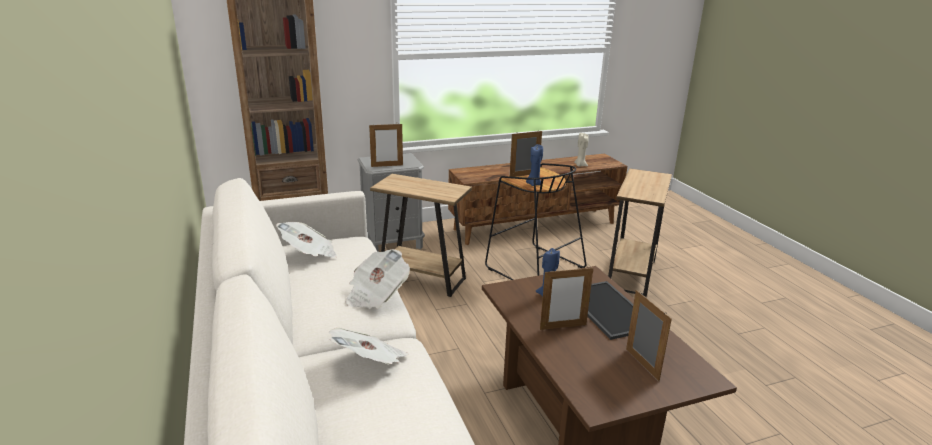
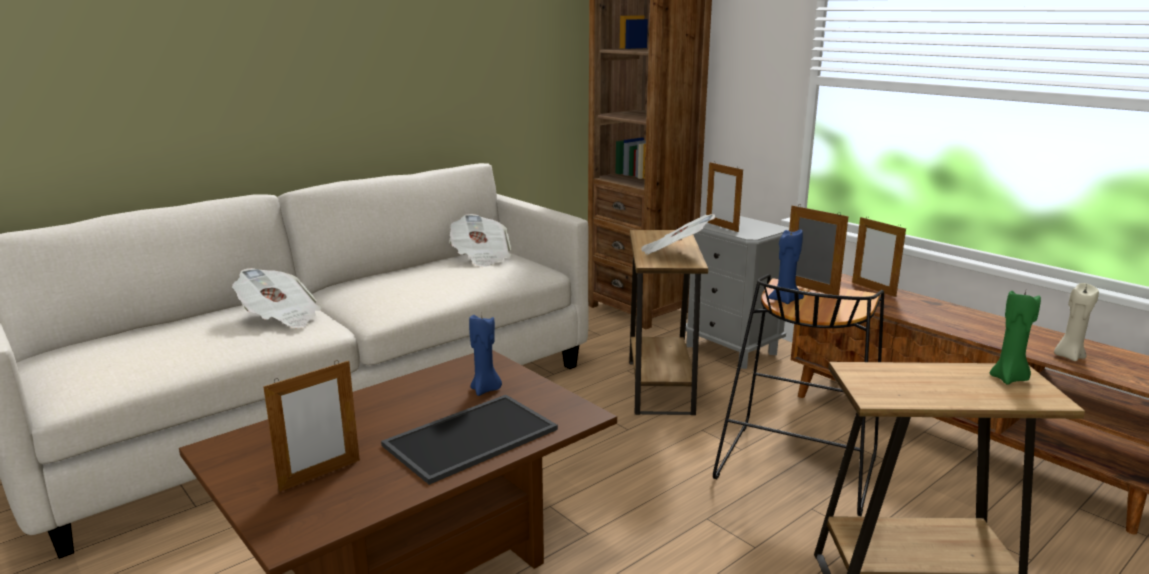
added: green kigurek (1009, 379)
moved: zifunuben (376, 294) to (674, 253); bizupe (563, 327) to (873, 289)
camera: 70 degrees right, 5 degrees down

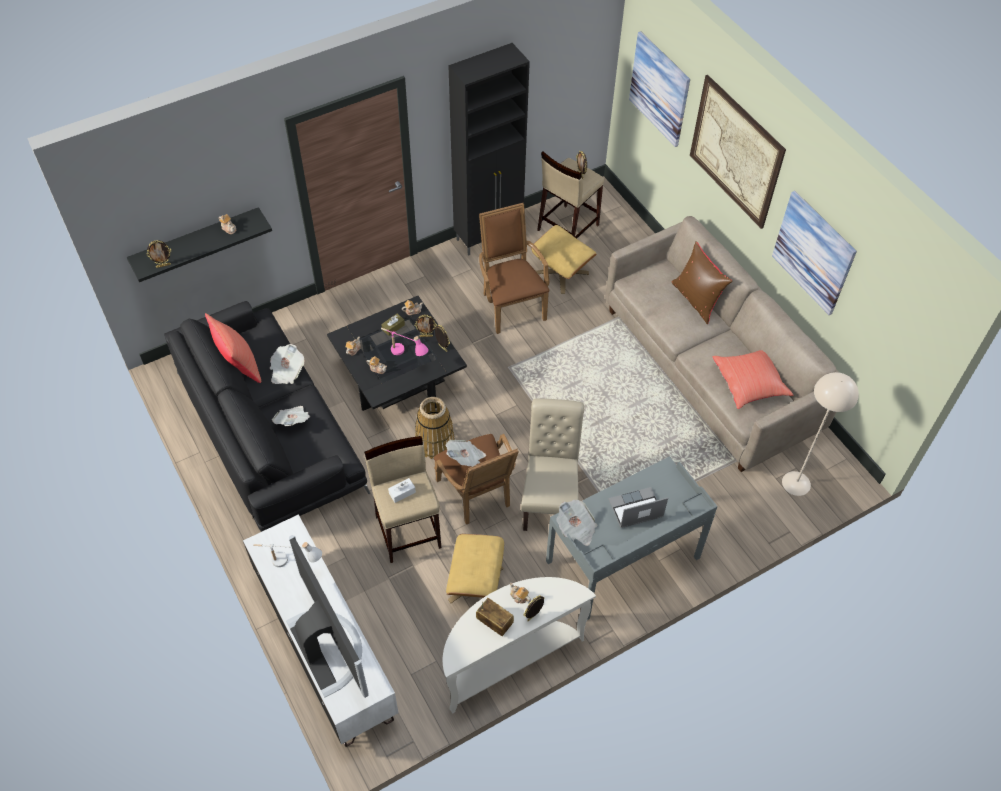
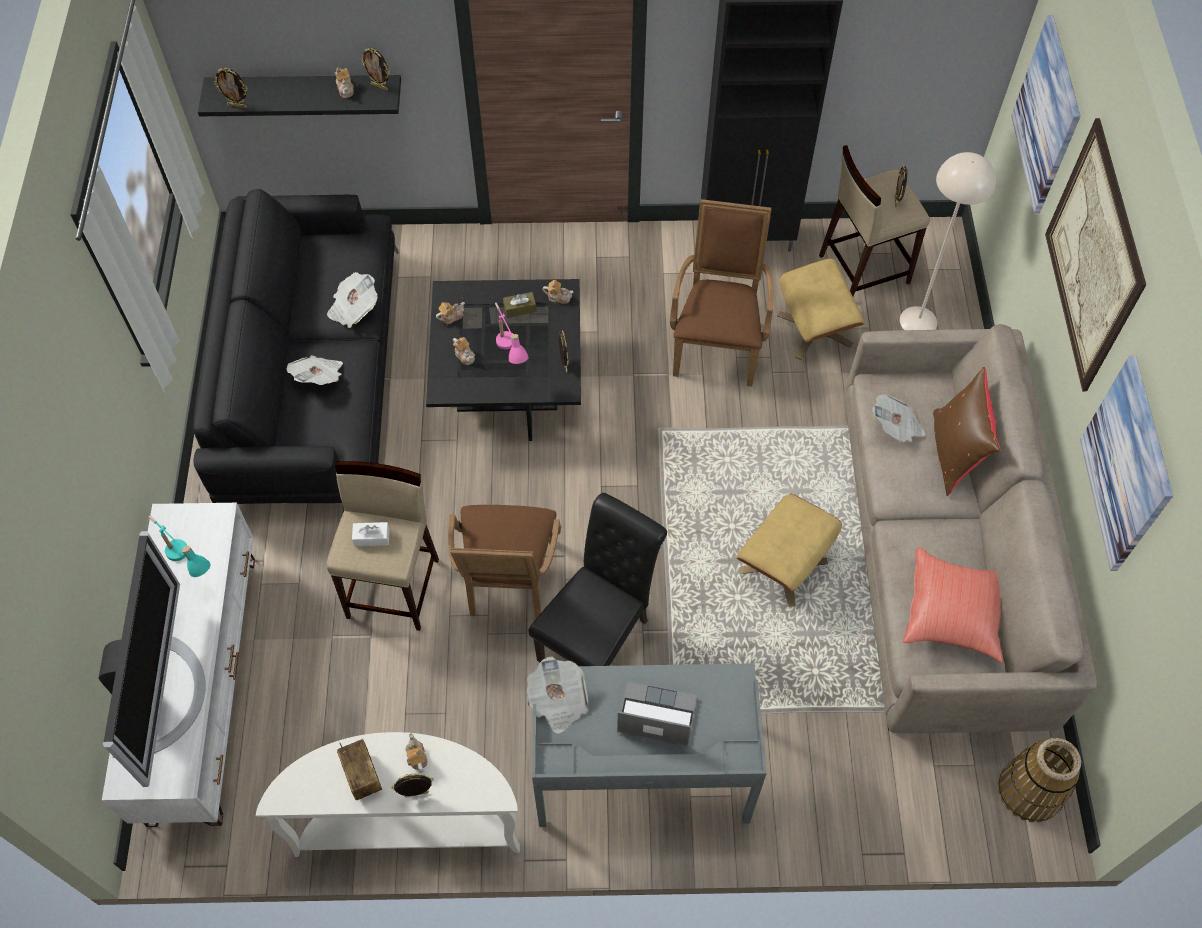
removed: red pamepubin (238, 364)
moved: bizupe (426, 336) to (380, 87); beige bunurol (796, 483) to (918, 321); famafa (434, 442) to (1029, 790); zifunuben (466, 458) to (896, 427); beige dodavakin (476, 584) to (783, 566)
recoloured: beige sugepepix (550, 499) to black sugepepix (598, 635); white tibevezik (291, 563) to turquoise tibevezik (187, 562)
camera: 30 degrees right, 5 degrees up

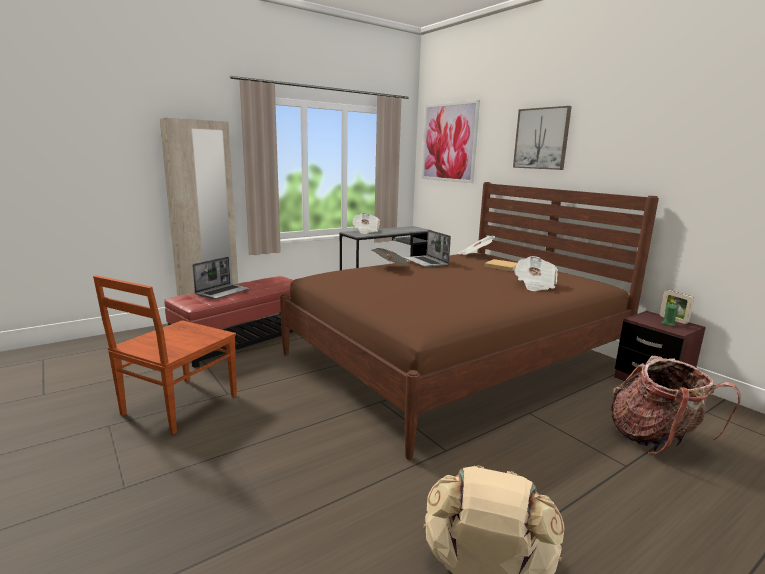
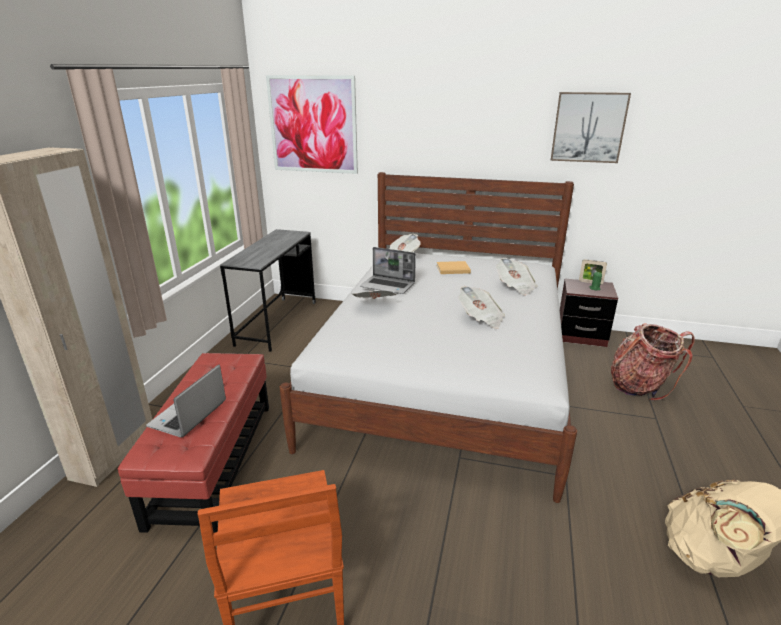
moved: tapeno (541, 138) to (588, 127); zifunuben (365, 231) to (481, 318)
recoloured: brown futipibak (453, 359) to white futipibak (445, 377)
turned: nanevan (223, 292) = (188, 415) 150 degrees counterclockwise
camera: 40 degrees left, 10 degrees up

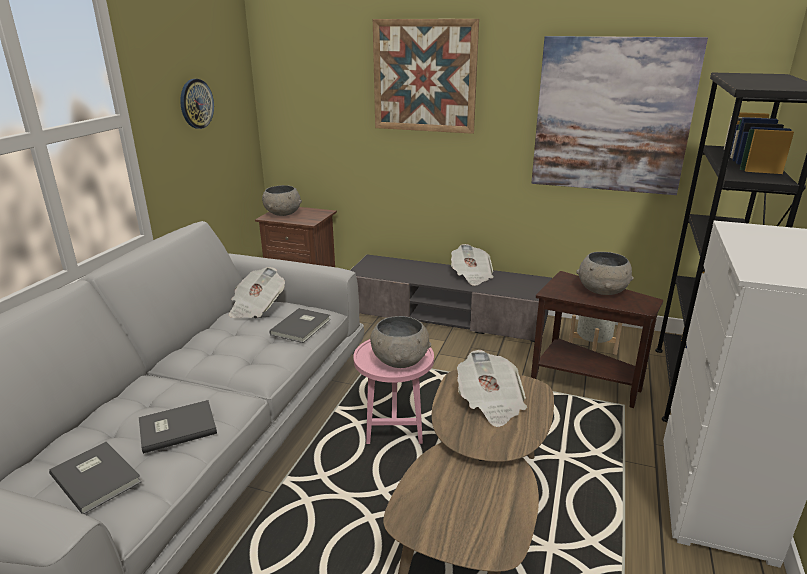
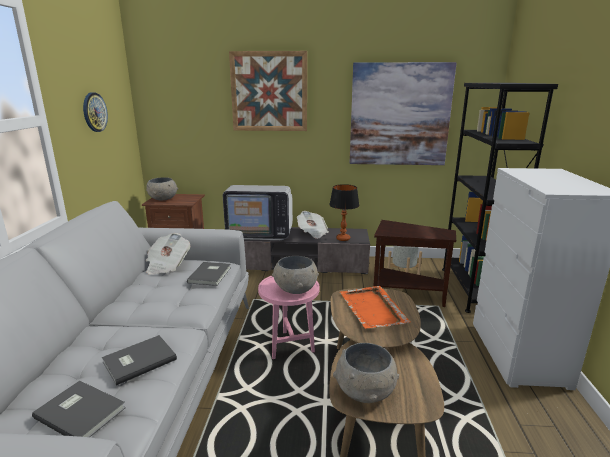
added: tibevezik (343, 239); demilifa (260, 233)
moved: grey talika (602, 290) to (365, 391)
replaced: zifunuben (490, 403) to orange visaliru (372, 309)
camera: 15 degrees left, 5 degrees down

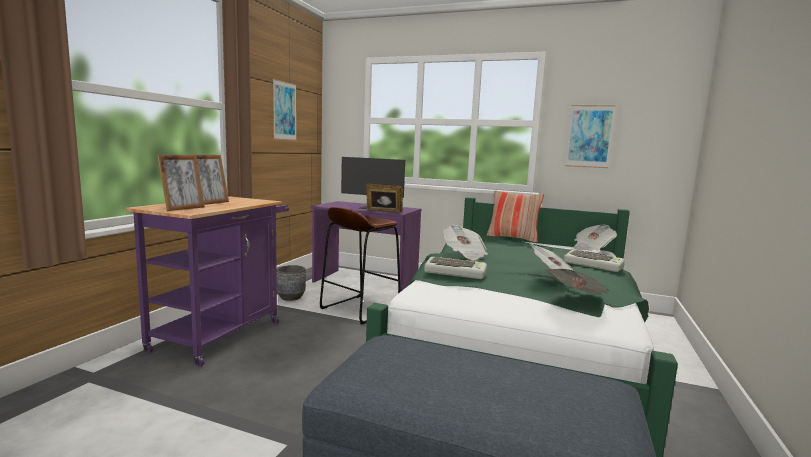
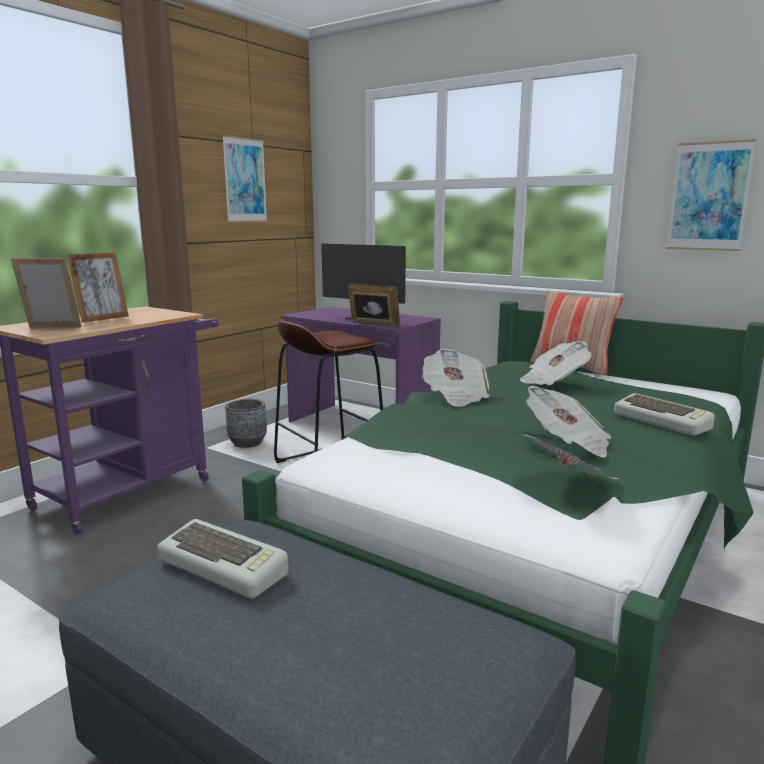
moved: zifunuben (591, 248) to (553, 381); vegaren (456, 273) to (225, 566)
turned: bizupe (183, 208) = (52, 328) 135 degrees counterclockwise
camera: 15 degrees right, 5 degrees up

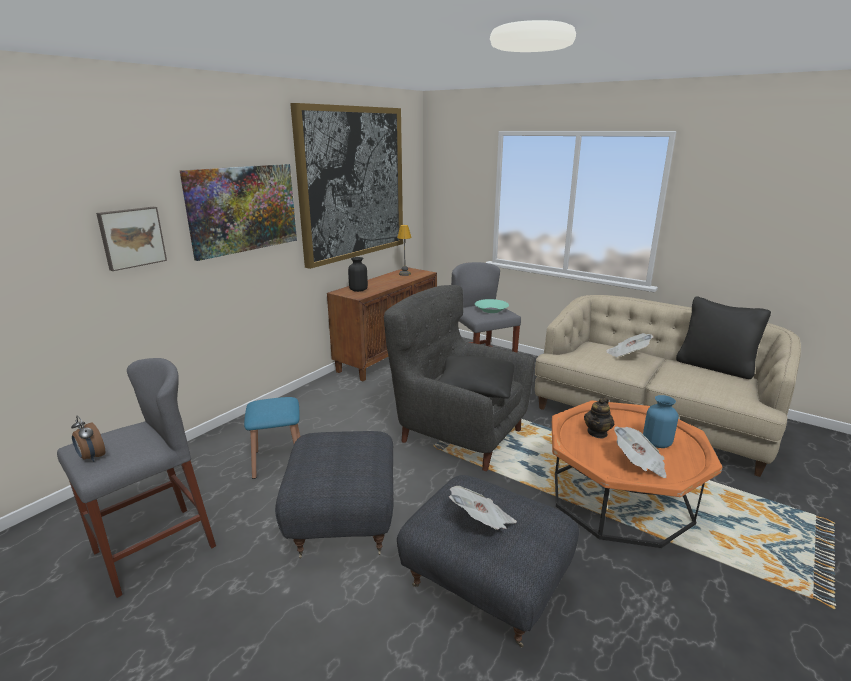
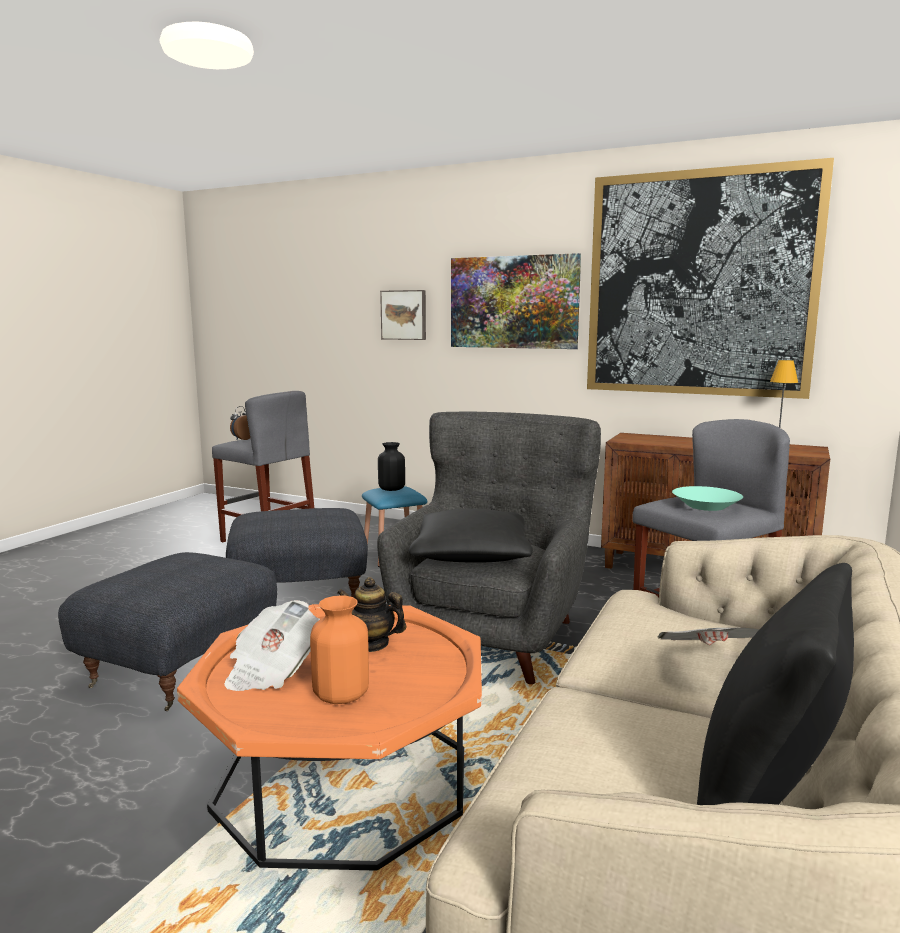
removed: zifunuben (482, 522)
moved: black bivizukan (358, 290) to (391, 489)
recoloured: blue bivizukan (657, 443) to orange bivizukan (341, 694)
camera: 80 degrees right, 10 degrees down

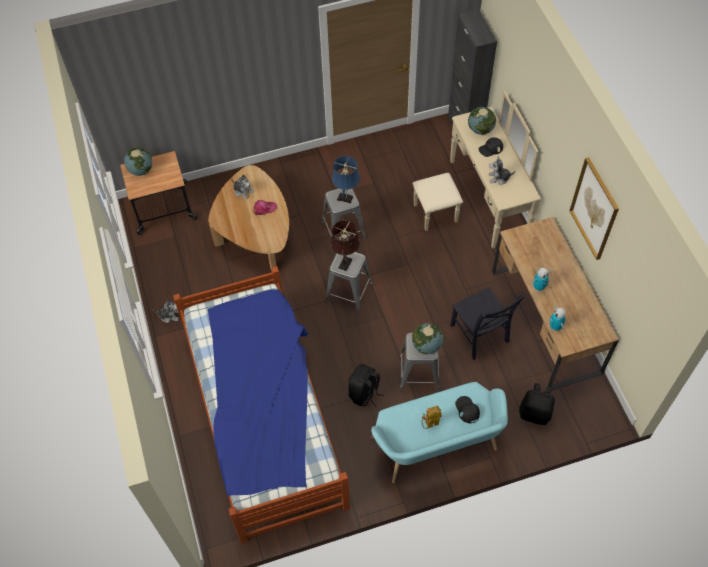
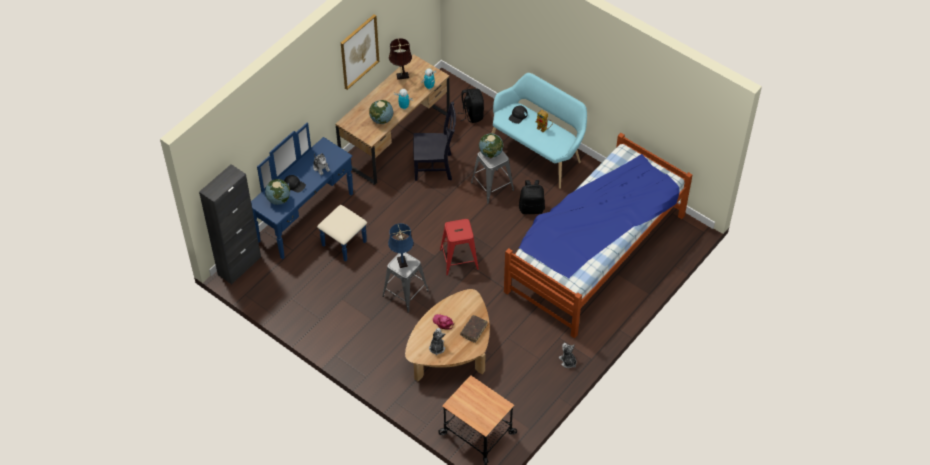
added: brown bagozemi (474, 330)
moved: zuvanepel (141, 170) to (381, 120); brown tibevezik (346, 262) to (401, 76)
recoloured: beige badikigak (476, 202) to blue badikigak (314, 223); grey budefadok (349, 293) to red budefadok (459, 259)
turned: black sugepepix (480, 336) = (435, 167) 60 degrees clockwise
camera: 125 degrees left, 5 degrees down

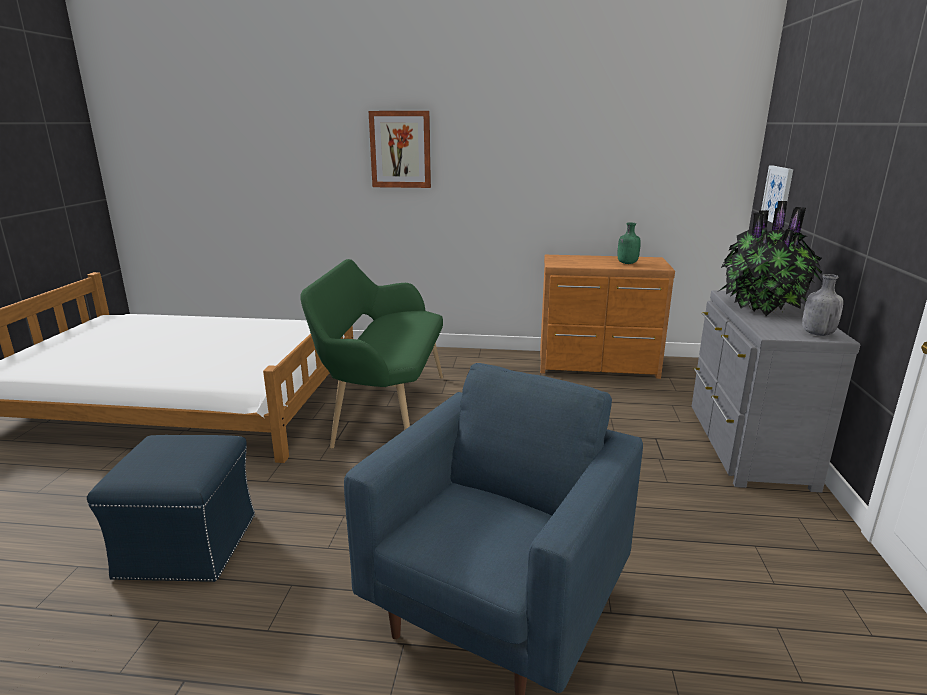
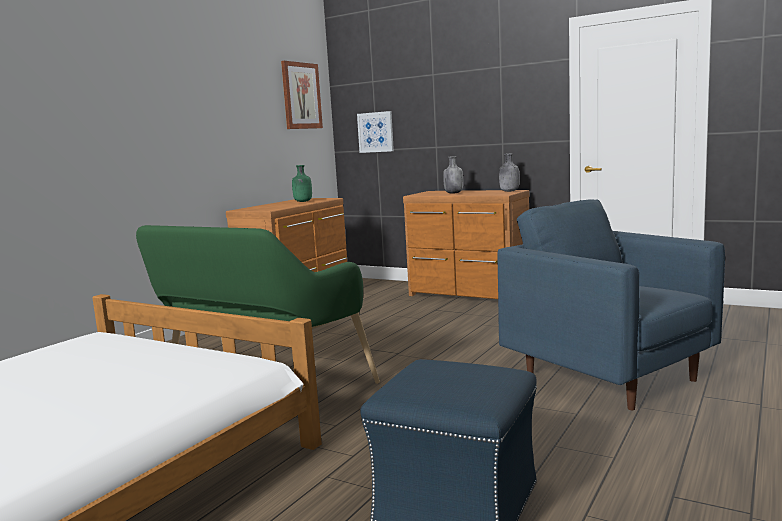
moved: tapeno (400, 149) to (301, 96)
replaced: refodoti (763, 308) to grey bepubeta (453, 193)
recoloured: grey badikigak (745, 446) to brown badikigak (468, 294)
camera: 65 degrees left, 10 degrees down

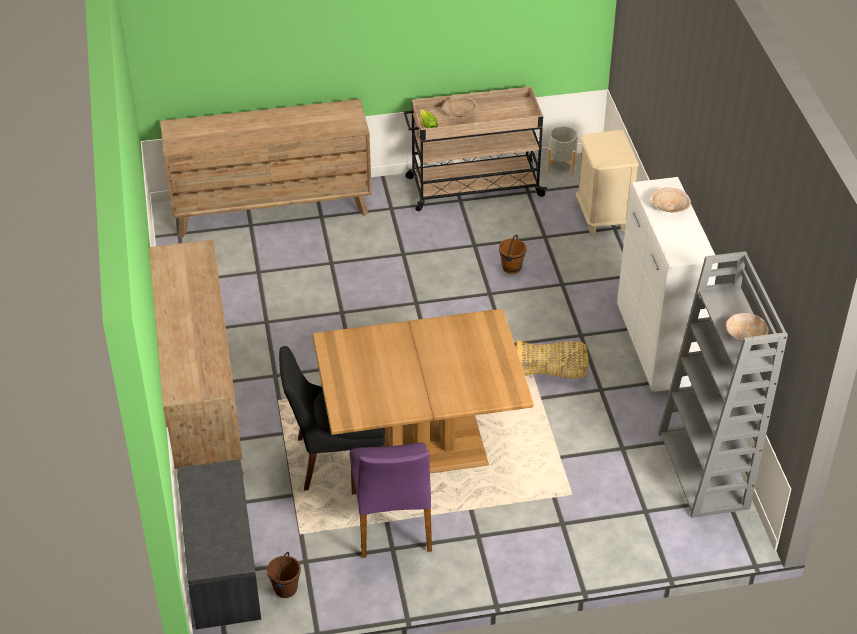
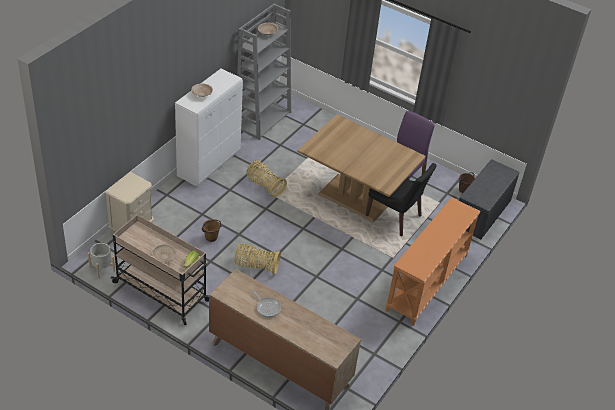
added: famafa (256, 265); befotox (267, 307)
replaced: brown badikigak (201, 401) to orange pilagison (428, 283)
camera: 140 degrees left, 0 degrees up

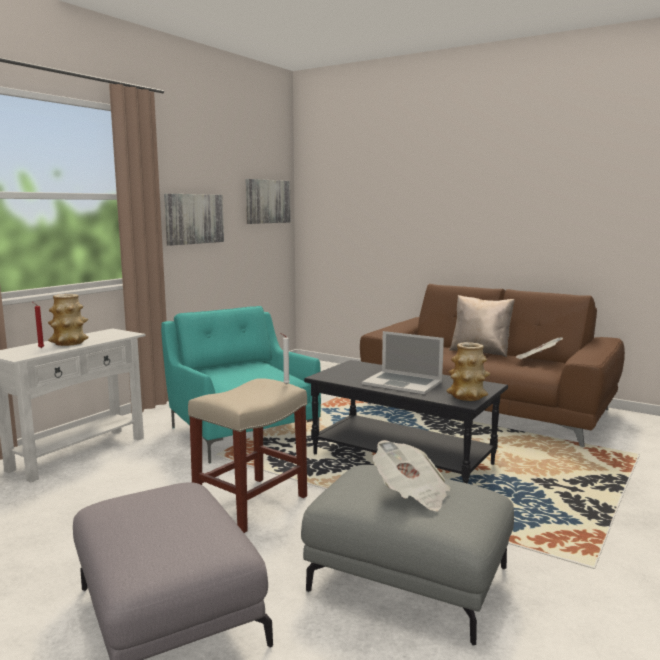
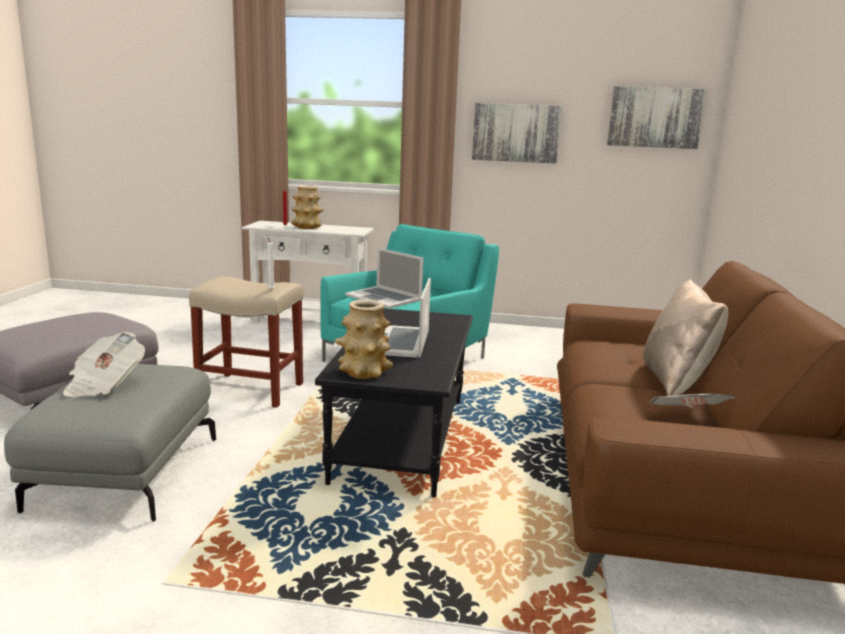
added: nanevan (384, 297)
camera: 65 degrees right, 5 degrees up

